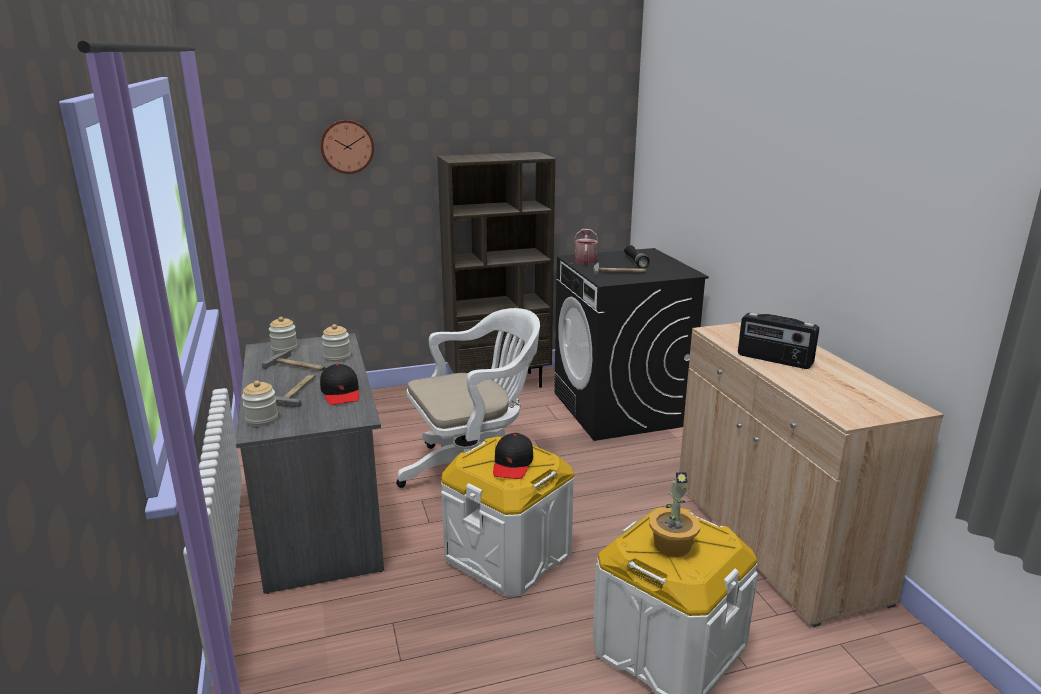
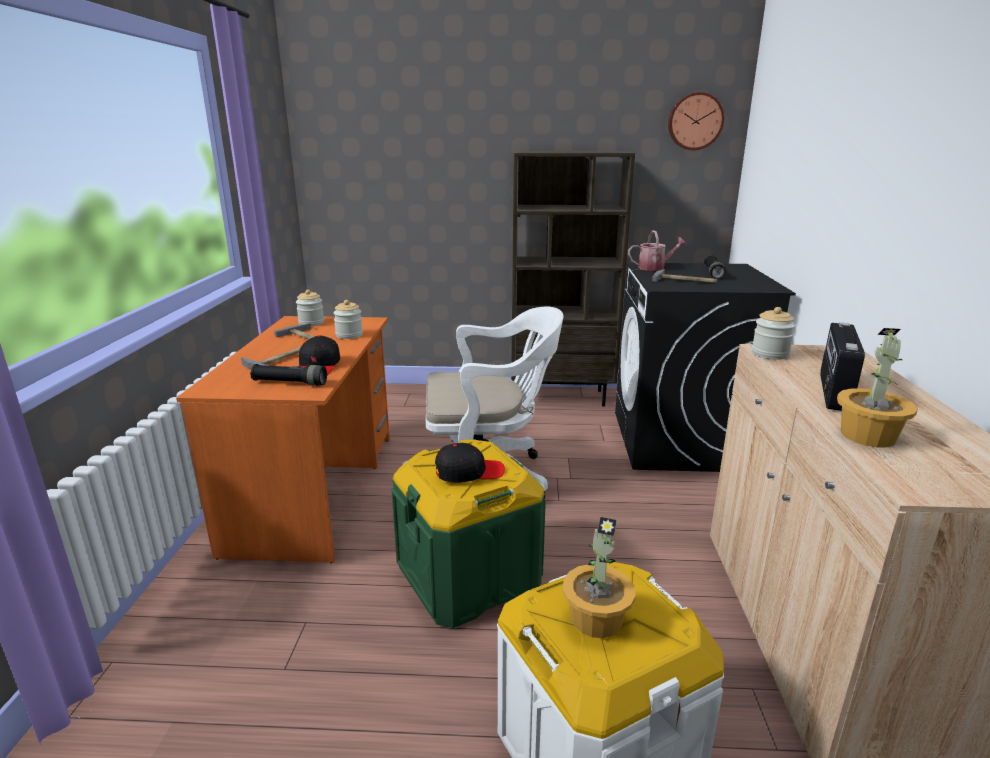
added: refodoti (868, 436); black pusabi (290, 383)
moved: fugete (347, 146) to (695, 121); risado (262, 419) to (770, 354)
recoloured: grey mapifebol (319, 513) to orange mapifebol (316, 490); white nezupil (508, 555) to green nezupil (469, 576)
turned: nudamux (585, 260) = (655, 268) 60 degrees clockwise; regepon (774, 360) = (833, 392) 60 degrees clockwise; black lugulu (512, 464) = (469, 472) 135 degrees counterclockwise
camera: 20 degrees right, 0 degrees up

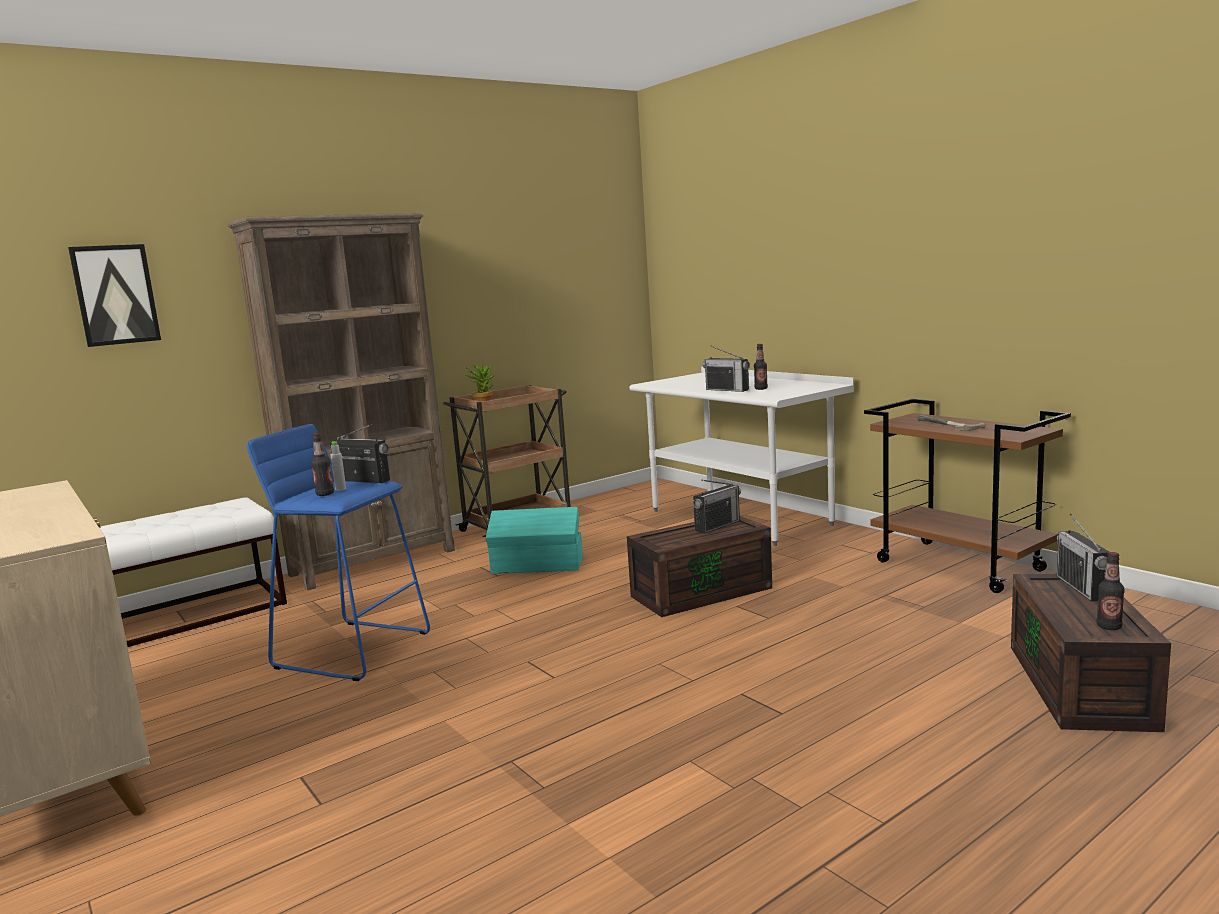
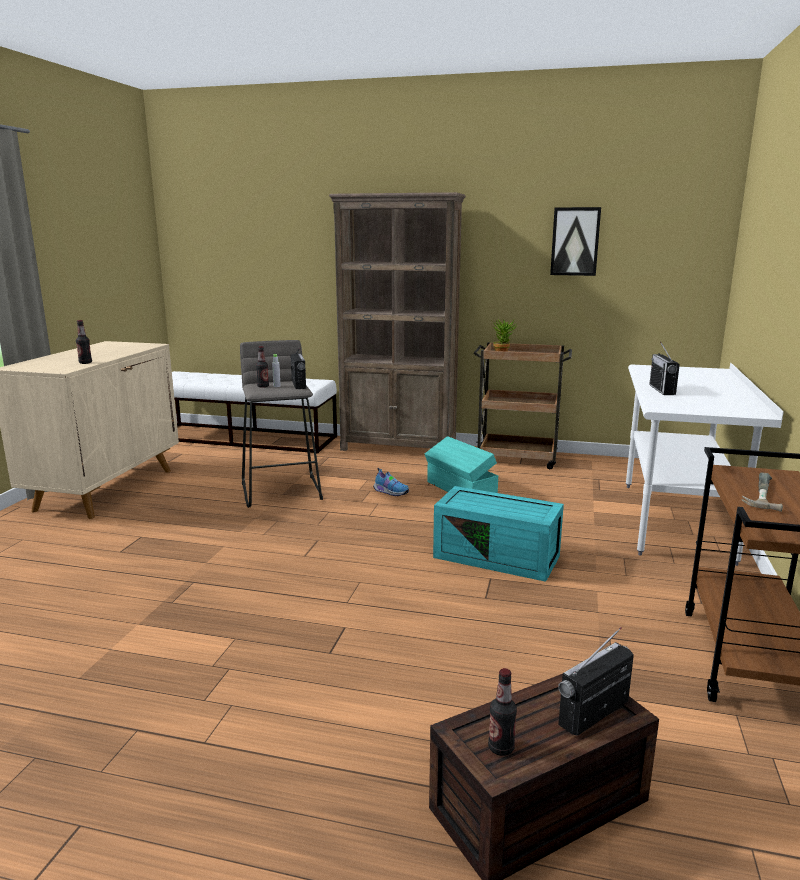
removed: regepon (717, 526)
added: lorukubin (390, 492)
moved: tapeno (115, 295) to (575, 241); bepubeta (761, 389) to (85, 363)
recoloured: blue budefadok (353, 649) to grey budefadok (282, 491); brown nezupil (702, 591) to turquoise nezupil (498, 556)
camera: 50 degrees right, 5 degrees up

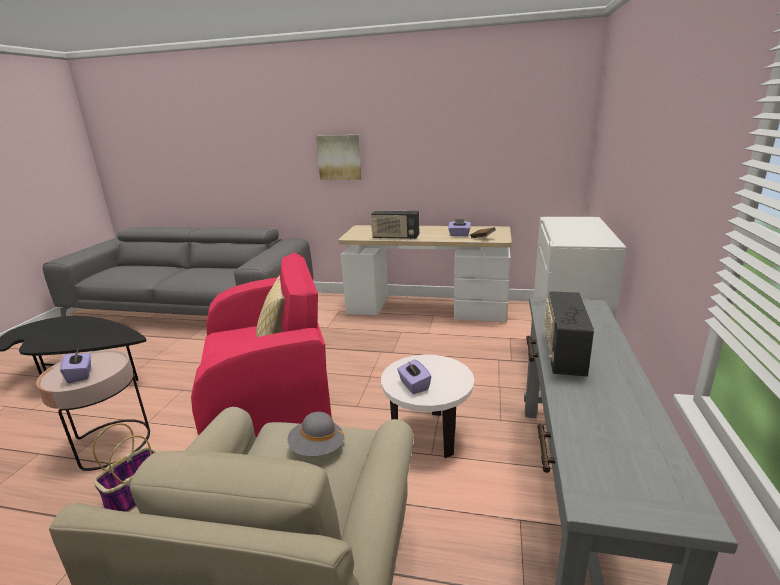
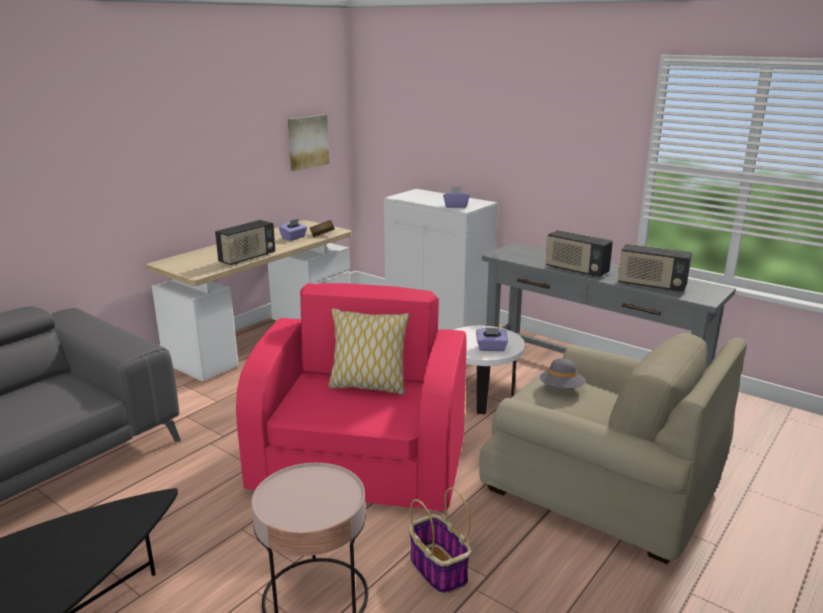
added: regepon (651, 285)
moved: tapeno (339, 157) to (307, 142); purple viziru (80, 375) to (455, 206)
camera: 65 degrees left, 0 degrees up

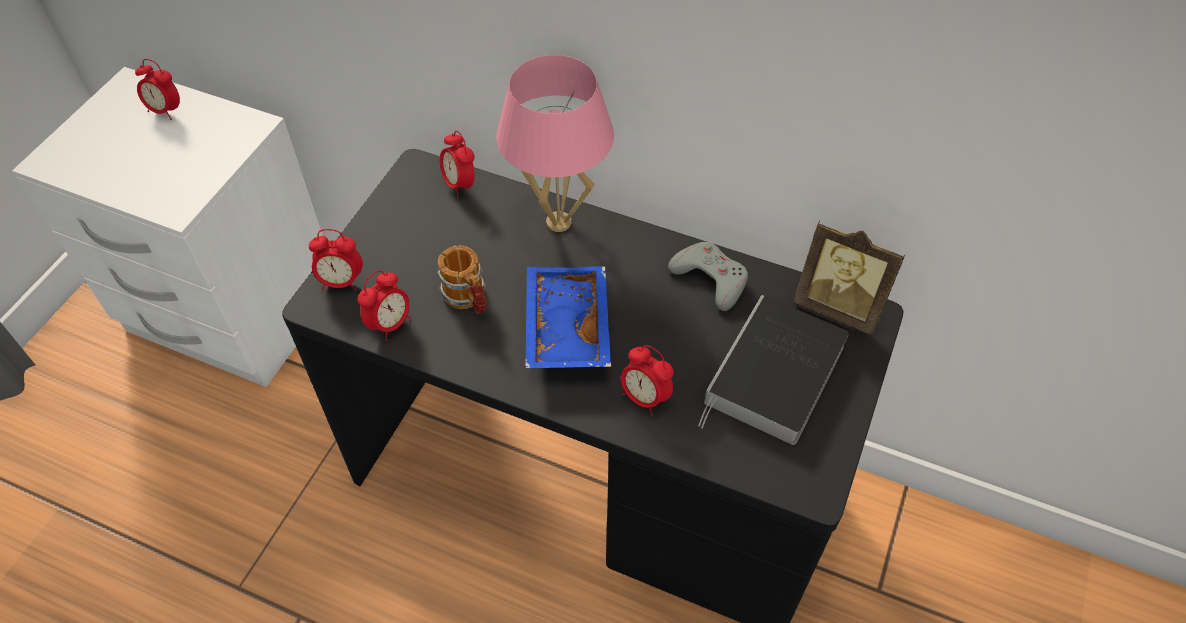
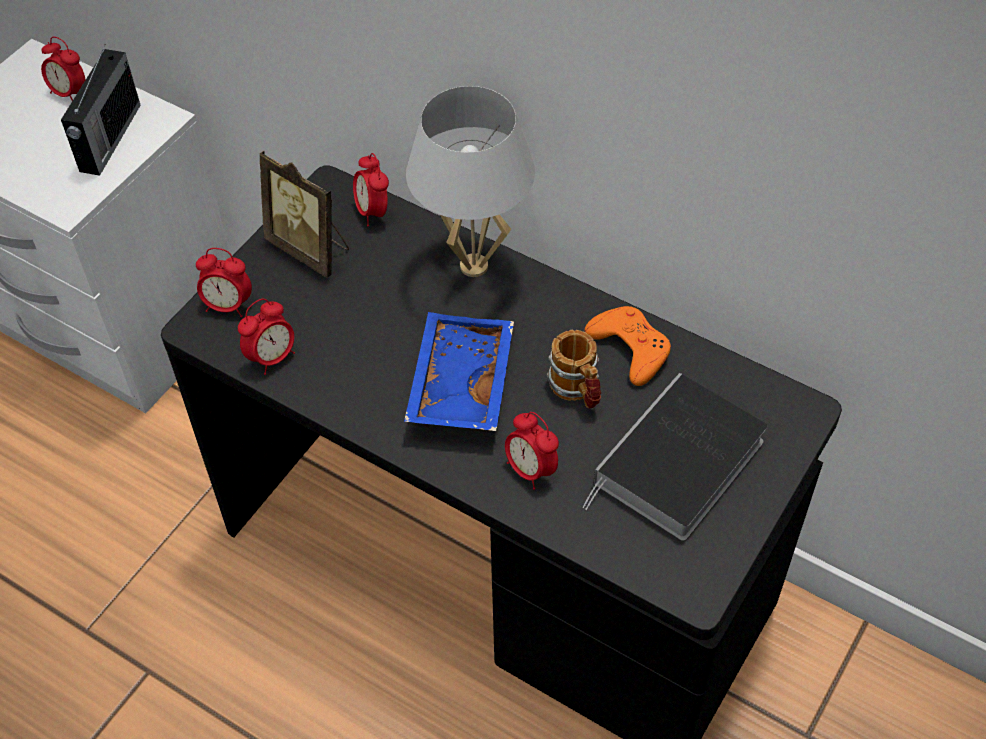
added: regepon (109, 139)
moved: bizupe (838, 307) to (310, 249); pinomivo (468, 299) to (577, 390)
recoloured: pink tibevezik (558, 222) to white tibevezik (473, 266); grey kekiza (710, 278) to orange kekiza (630, 348)
camera: 10 degrees right, 0 degrees up

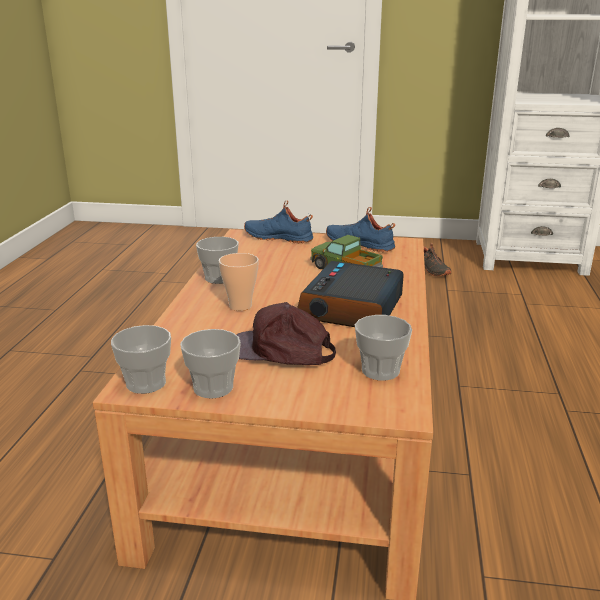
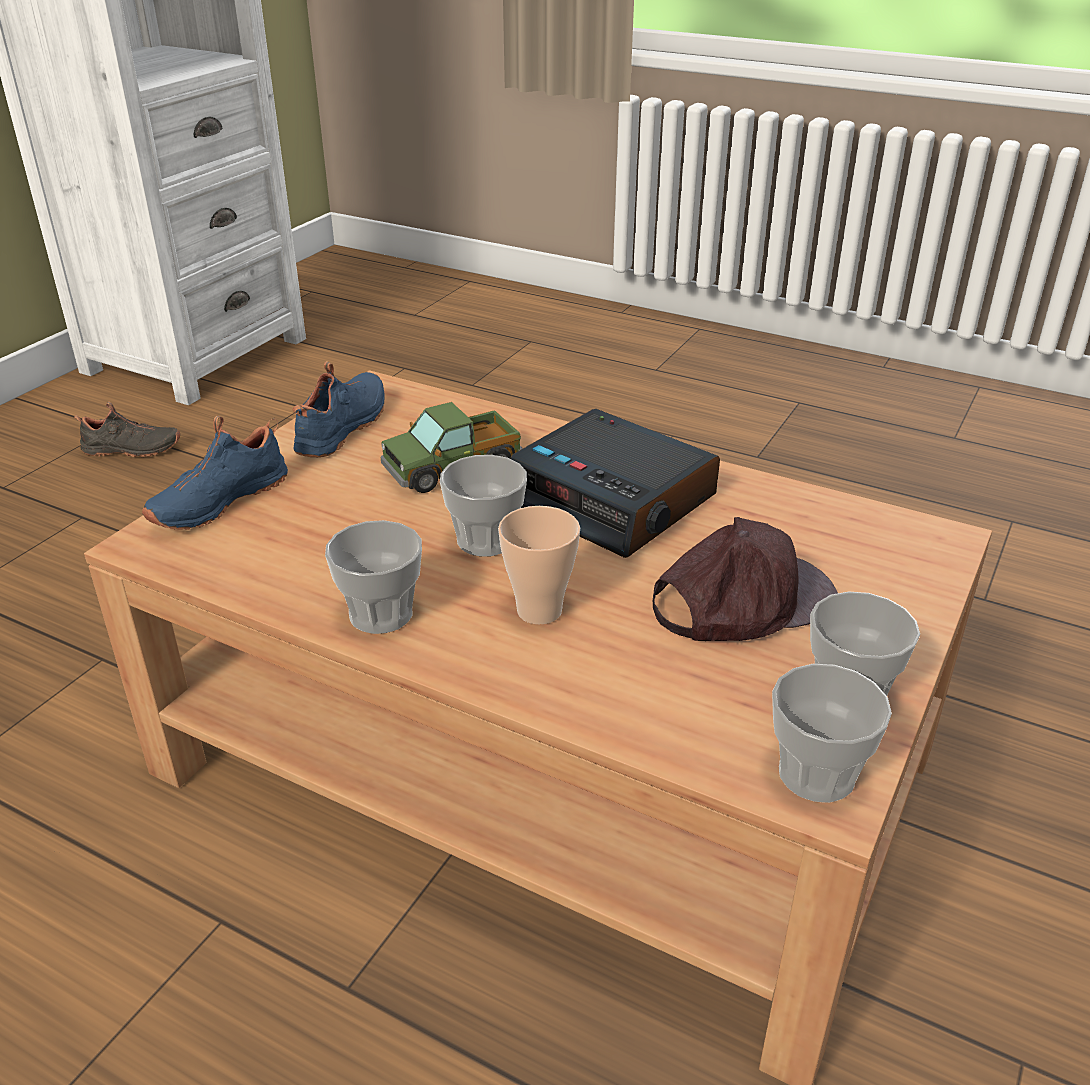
moved: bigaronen (380, 371) to (485, 540)
turned: blue lorukubin (360, 244) = (345, 427) 150 degrees clockwise; brown lugulu (280, 351) = (742, 600) 150 degrees counterclockwise
camera: 70 degrees left, 10 degrees up

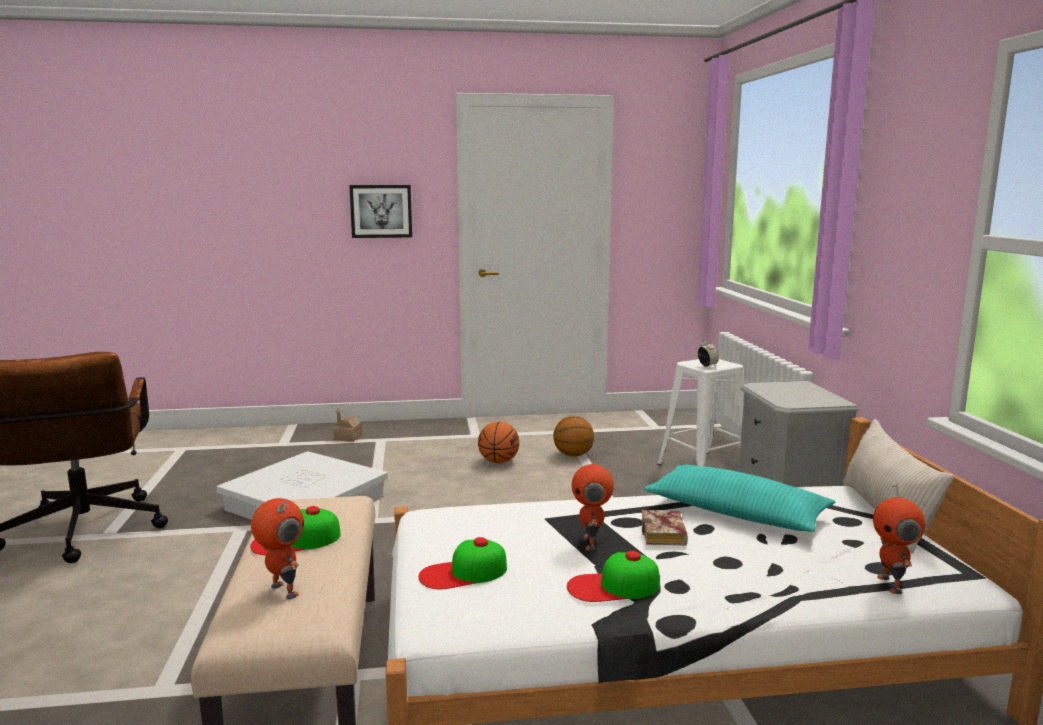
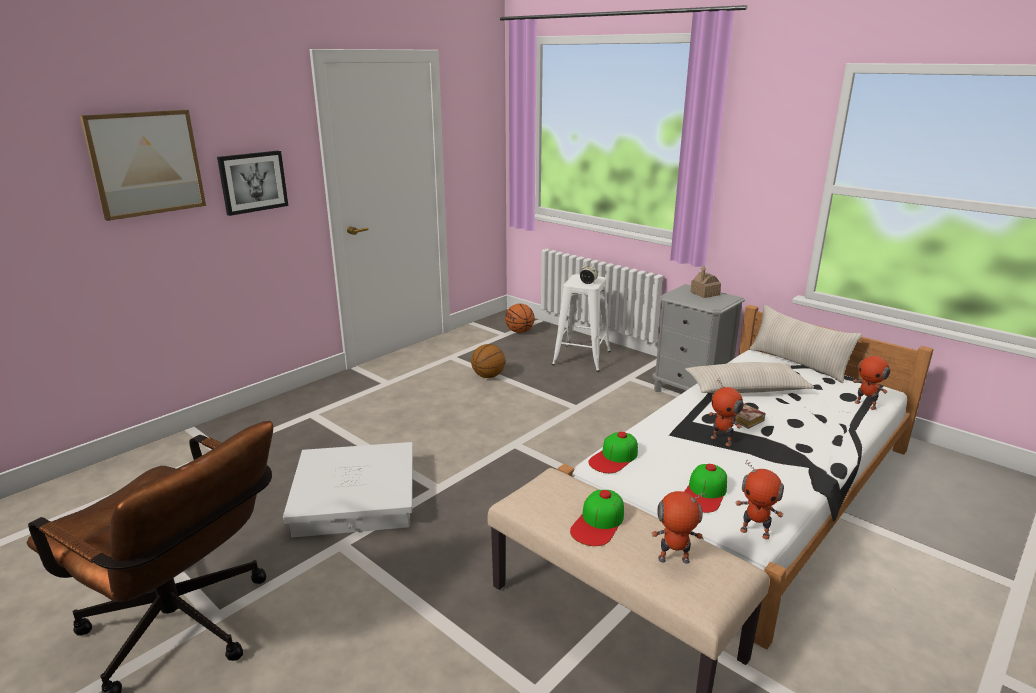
added: tapeno (146, 163); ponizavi (755, 532)
moved: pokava (348, 437) to (705, 293); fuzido (498, 462) to (519, 331); lugulu (613, 586) to (614, 458)
recoloured: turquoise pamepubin (736, 513) to beige pamepubin (745, 389)
camera: 40 degrees left, 10 degrees up

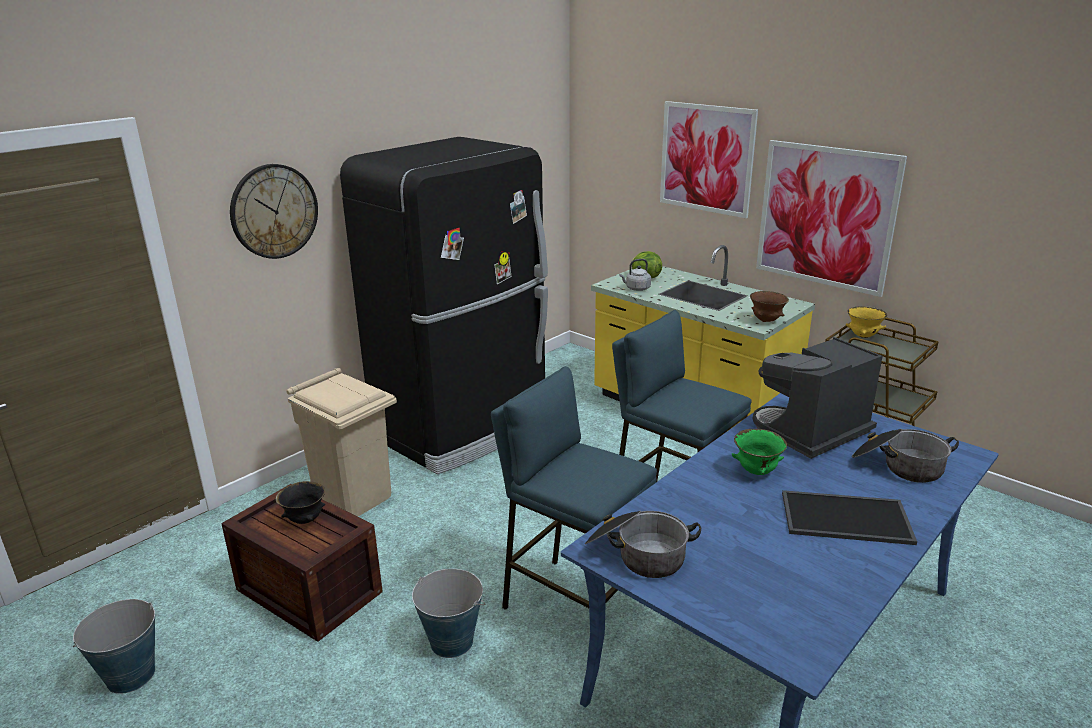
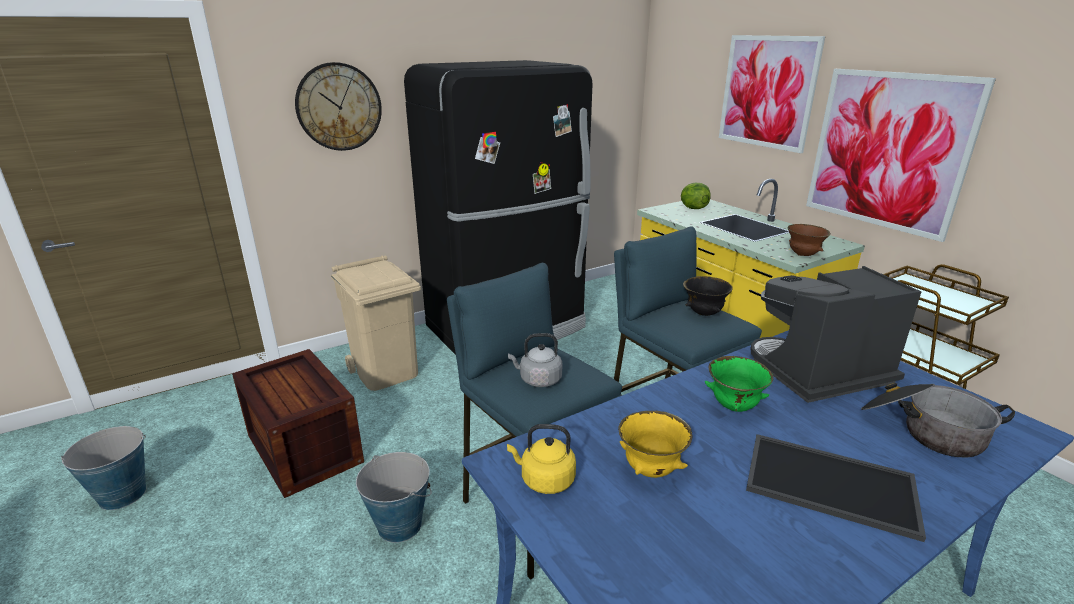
moved: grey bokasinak (636, 289) to (538, 380); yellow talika (863, 336) to (651, 470); black talika (305, 520) to (704, 313)
replaced: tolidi (637, 555) to yellow bokasinak (544, 480)
camera: 15 degrees right, 0 degrees up

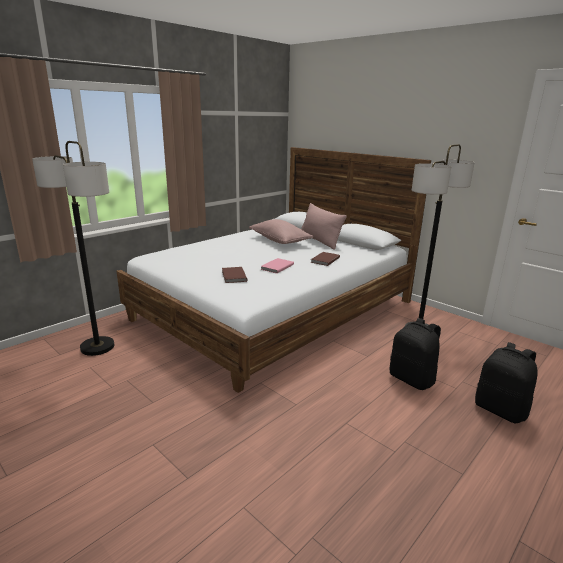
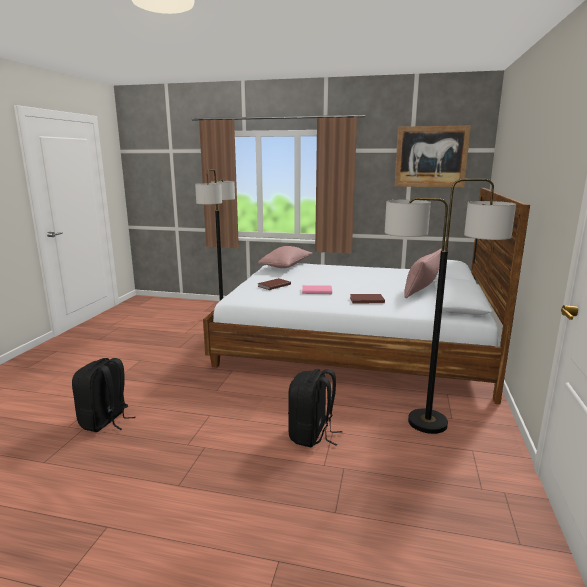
added: tapeno (431, 157)
moved: pink pamepubin (279, 241) to (286, 266); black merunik (500, 410) to (105, 421)
camera: 60 degrees right, 5 degrees down

